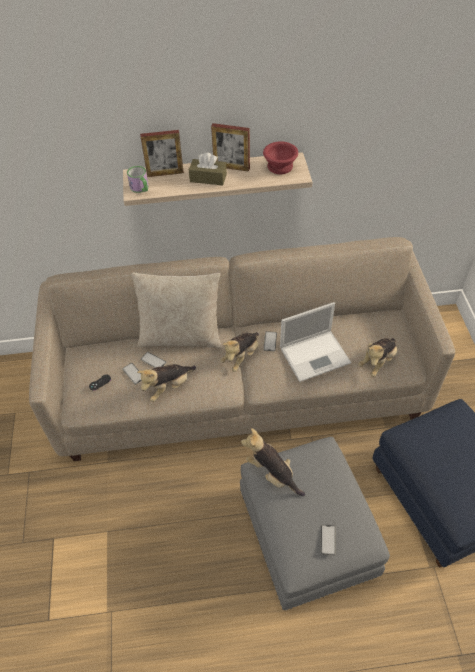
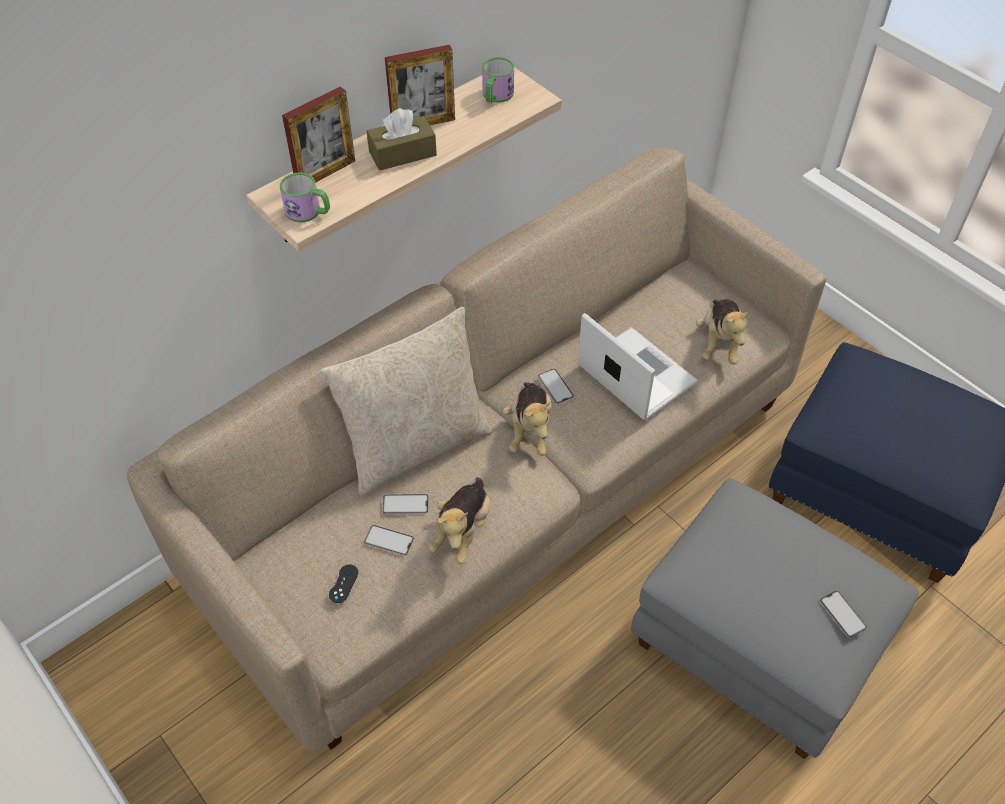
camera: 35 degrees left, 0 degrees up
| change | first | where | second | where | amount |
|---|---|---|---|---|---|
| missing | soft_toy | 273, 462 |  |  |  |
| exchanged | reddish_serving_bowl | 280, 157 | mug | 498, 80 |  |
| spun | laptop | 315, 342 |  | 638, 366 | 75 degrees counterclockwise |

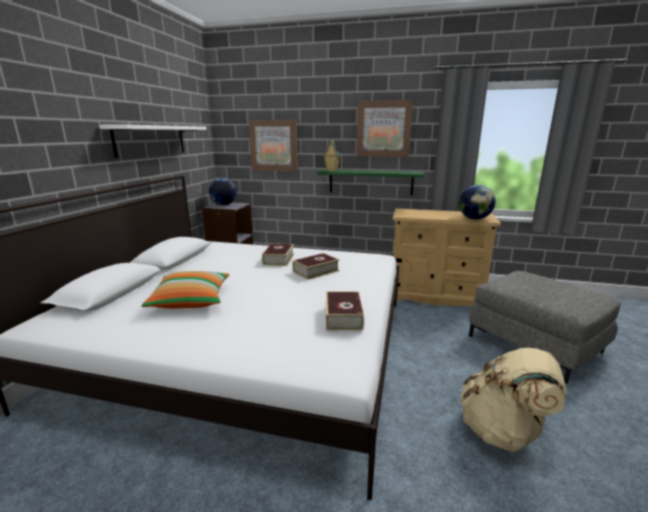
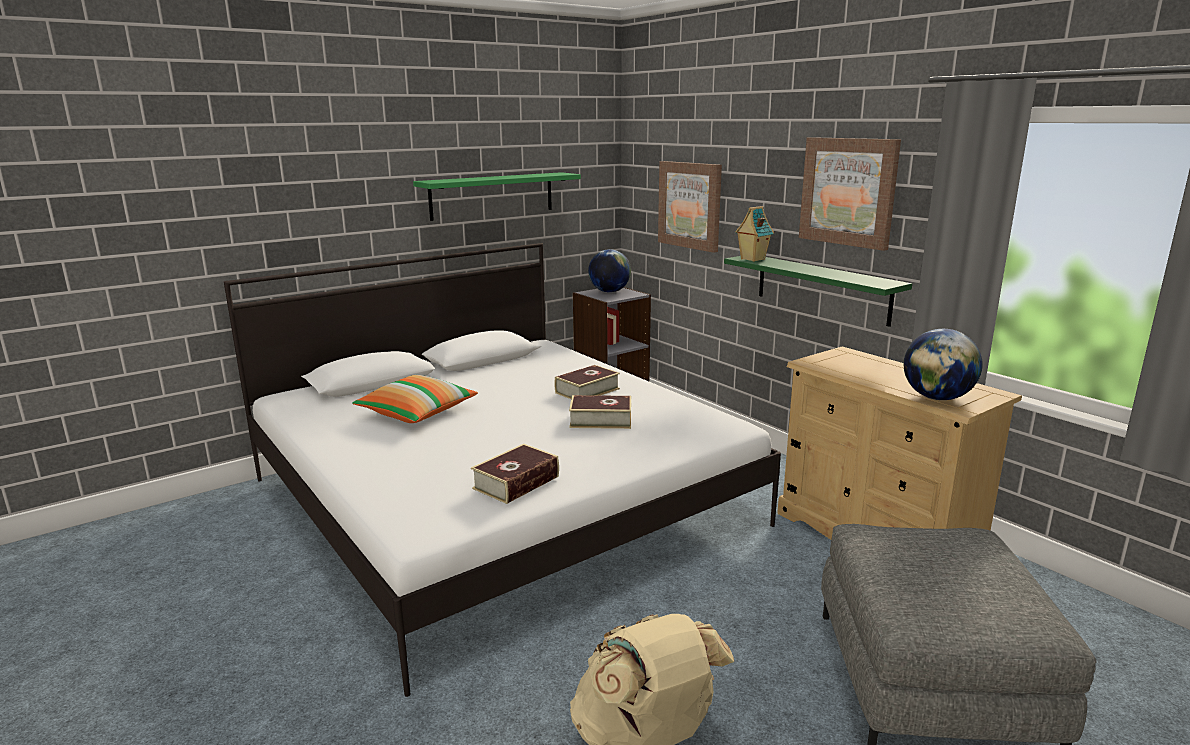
camera: 40 degrees right, 0 degrees up
| change | first | where | second | where | amount |
|---|---|---|---|---|---|
| colour | whitish_wall_shelf | 153, 141 | green-coloured_wall_shelf | 497, 196 |  |

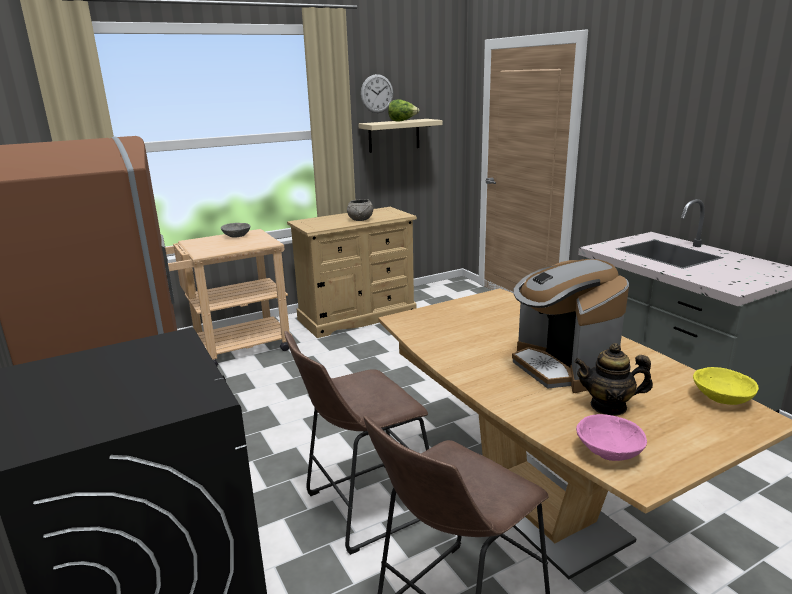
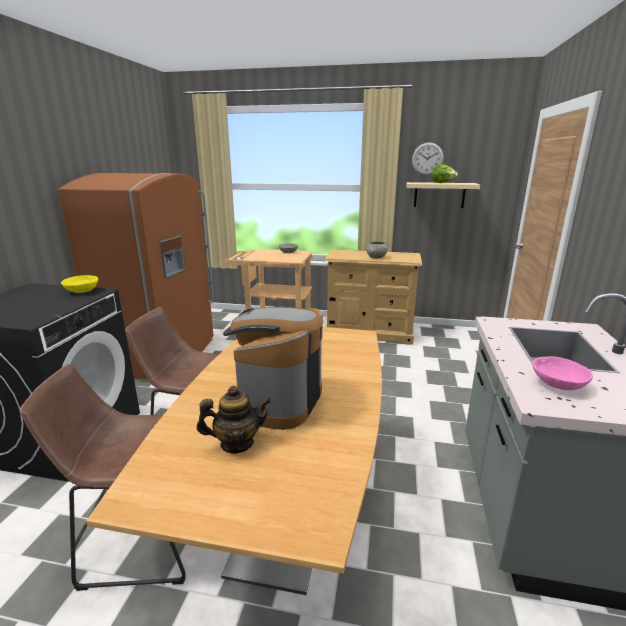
camera: 40 degrees right, 0 degrees up
| change | first | where | second | where | amount |
|---|---|---|---|---|---|
| relocated | pinkish_serving_bowl | 611, 437 |  | 562, 373 |  |
| relocated | yellowish_serving_bowl | 726, 386 |  | 79, 284 |  |
| spun | pot_for_tea | 613, 379 |  | 234, 420 | 120 degrees clockwise |

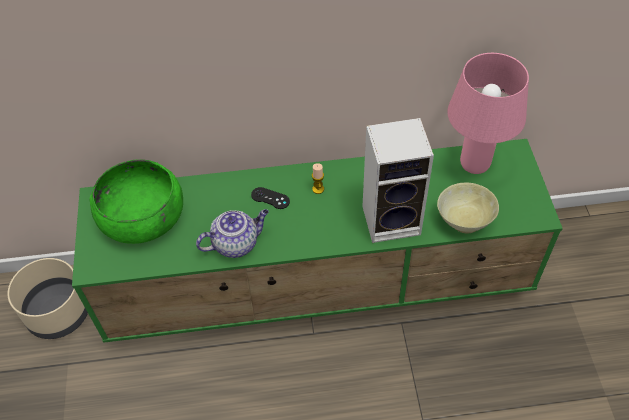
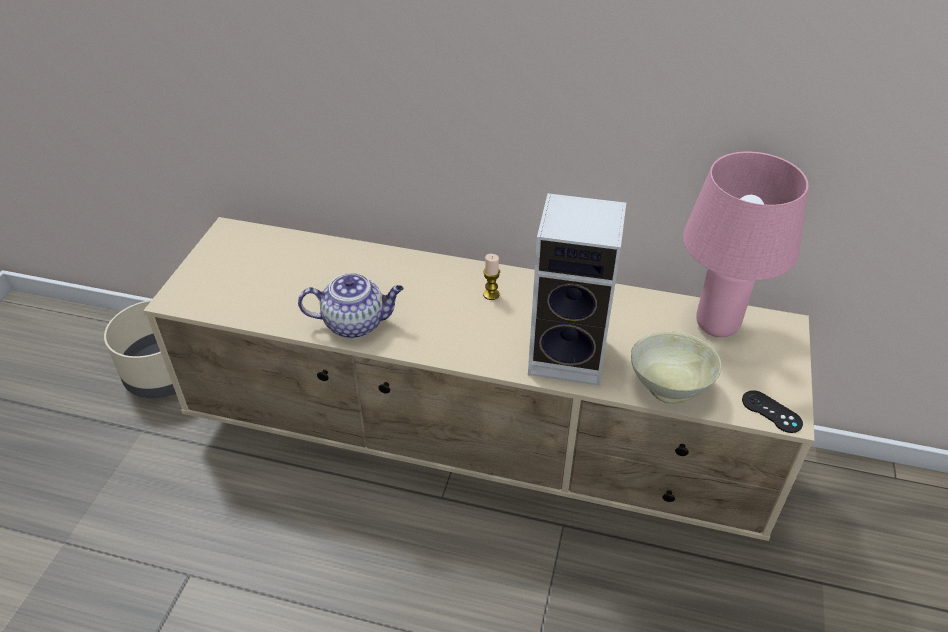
camera: 20 degrees right, 10 degrees down
| change | first | where | second | where | amount |
|---|---|---|---|---|---|
| missing | green-coloured_serving_bowl | 136, 202 |  |  |  |
| relocated | blackish_game_controller | 270, 198 |  | 772, 411 |  |
| colour | green-coloured_tv_unit | 317, 241 | beige_tv_unit | 479, 379 |  |

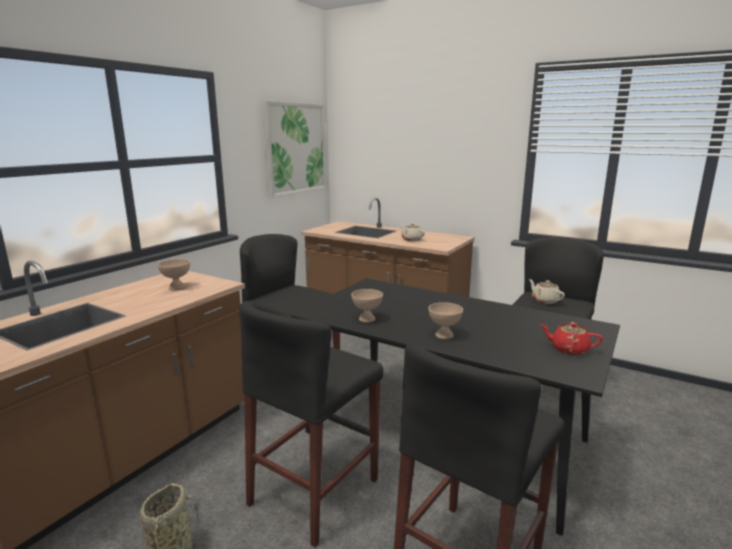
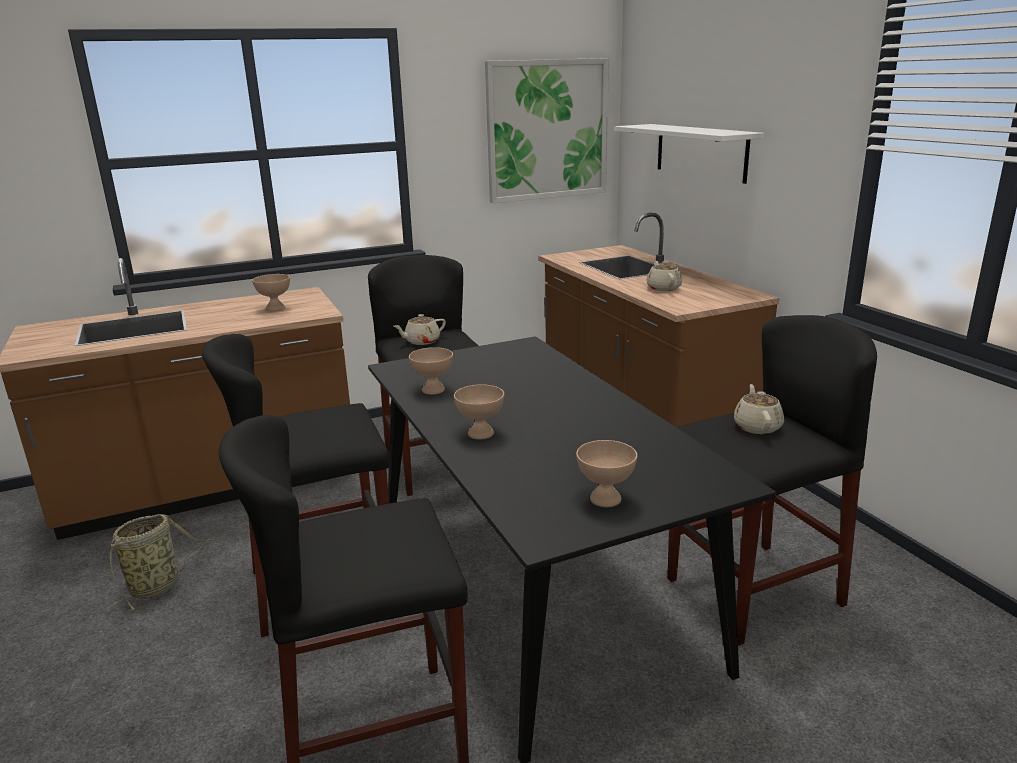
camera: 35 degrees right, 5 degrees up
| change | first | where | second | where | amount |
|---|---|---|---|---|---|
| appeared |  |  | beige_pot_for_tea | 420, 329 |  |
| appeared |  |  | whitish_wall_shelf | 689, 154 |  |
| exchanged | reddish_pot_for_tea | 571, 338 | beige_serving_bowl | 606, 473 |  |

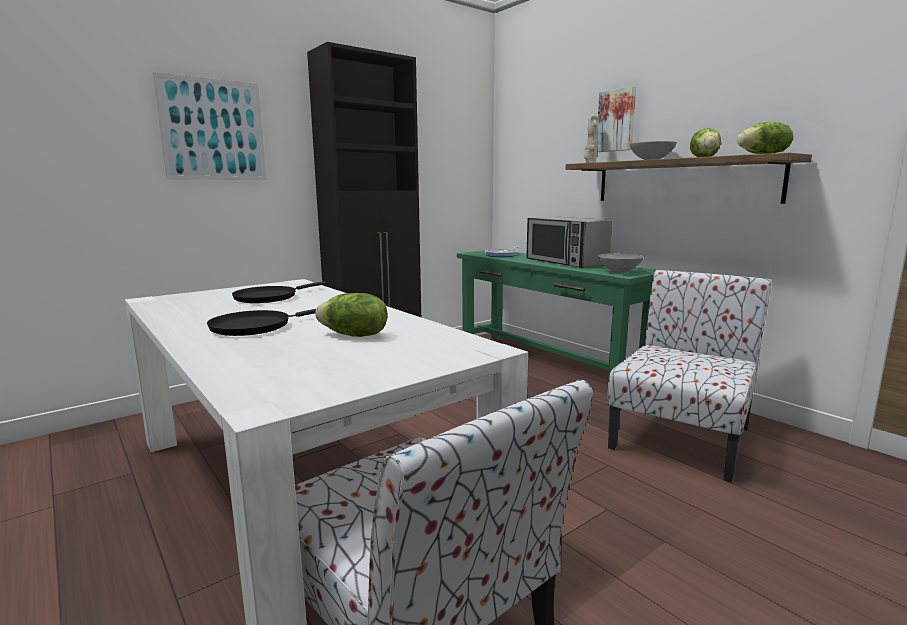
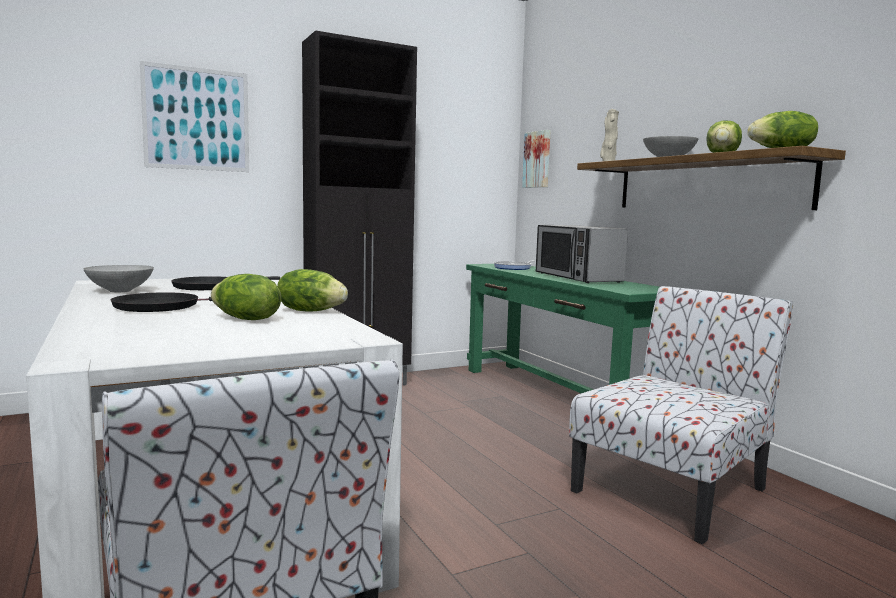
camera: 10 degrees right, 5 degrees down
| change | first | where | second | where | amount |
|---|---|---|---|---|---|
| appeared |  |  | head_of_lettuce | 312, 290 |  |
| relocated | wall_picture | 616, 119 |  | 536, 159 |  |
| relocated | greyish_serving_bowl | 620, 263 |  | 119, 278 |  |

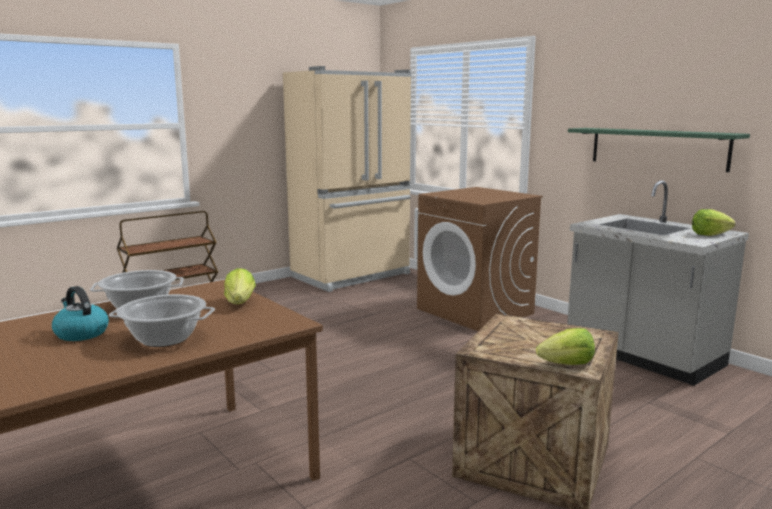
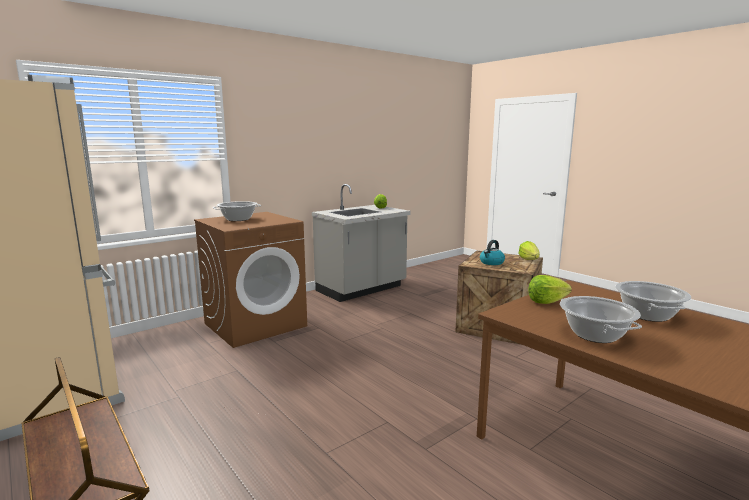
camera: 90 degrees left, 0 degrees up
| change | first | where | second | where | amount |
|---|---|---|---|---|---|
| missing | green-coloured_wall_shelf | 659, 150 |  |  |  |
| appeared |  |  | cooking_pot | 237, 211 |  |
| relocated | tea_kettle | 80, 313 |  | 492, 252 |  |

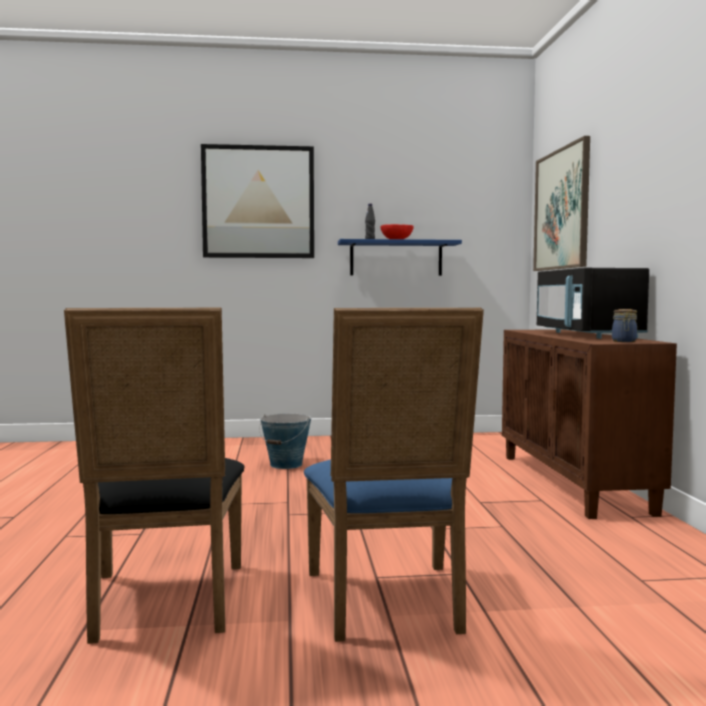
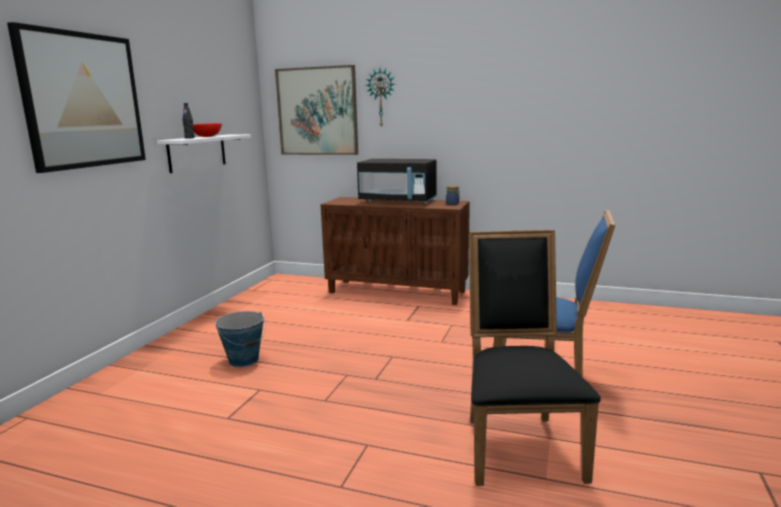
camera: 65 degrees left, 10 degrees up
| change | first | where | second | where | amount |
|---|---|---|---|---|---|
| appeared |  |  | hanging_clock | 380, 98 |  |
| colour | bluish_wall_shelf | 400, 257 | whitish_wall_shelf | 204, 153 |  |
| spun | blackish_plain_chair | 154, 476 |  | 535, 358 | 105 degrees counterclockwise |

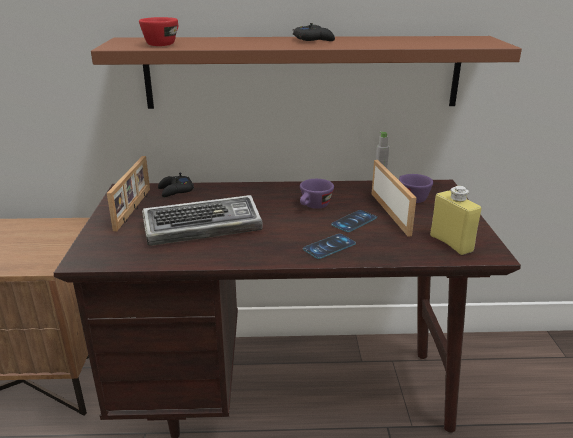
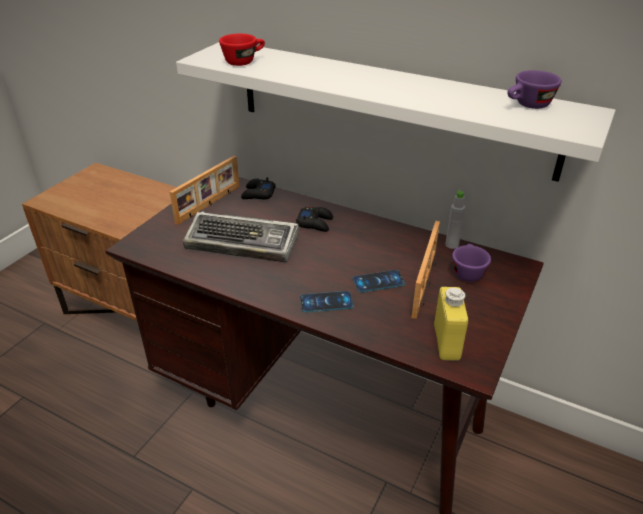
camera: 30 degrees right, 10 degrees up
| change | first | where | second | where | amount |
|---|---|---|---|---|---|
| relocated | blackish_game_controller | 314, 32 |  | 314, 219 |  |
| relocated | purple-coloured_small_cup | 317, 194 |  | 534, 89 |  |
| colour | brown-coloured_wall_shelf | 306, 72 | whitish_wall_shelf | 396, 112 |  |

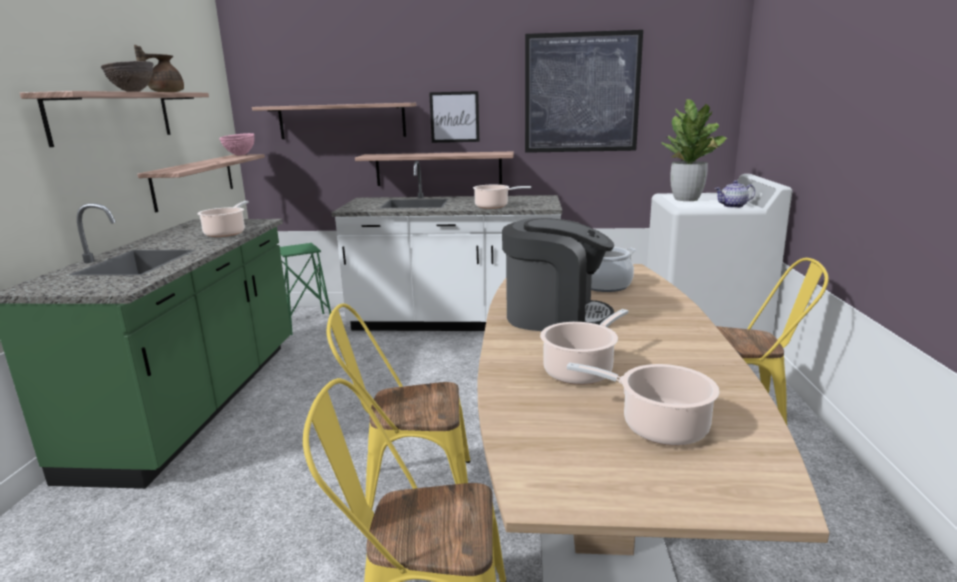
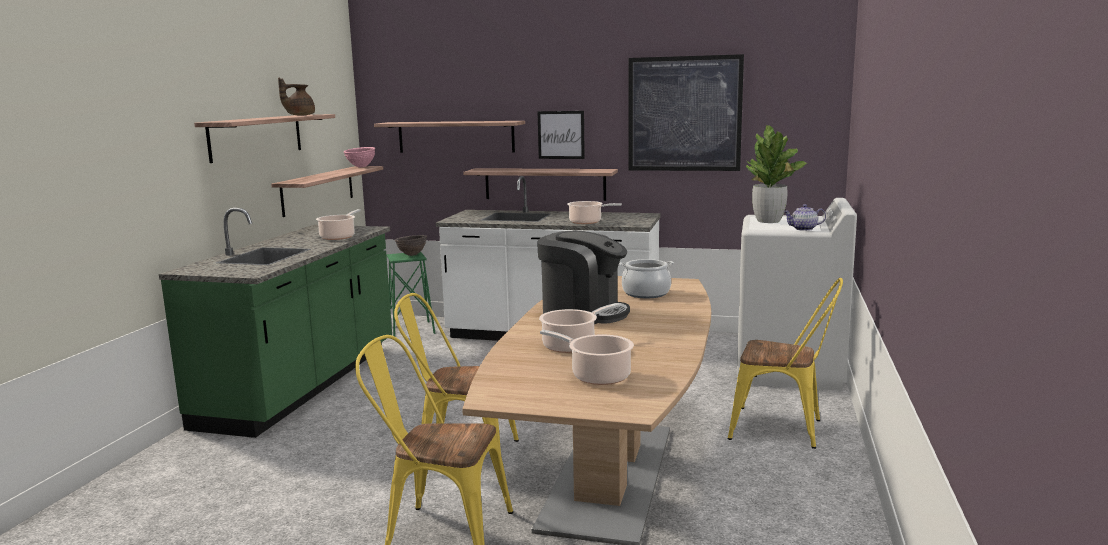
camera: 10 degrees right, 5 degrees down
| change | first | where | second | where | amount |
|---|---|---|---|---|---|
| relocated | brown-coloured_serving_bowl | 127, 76 |  | 411, 245 |  |

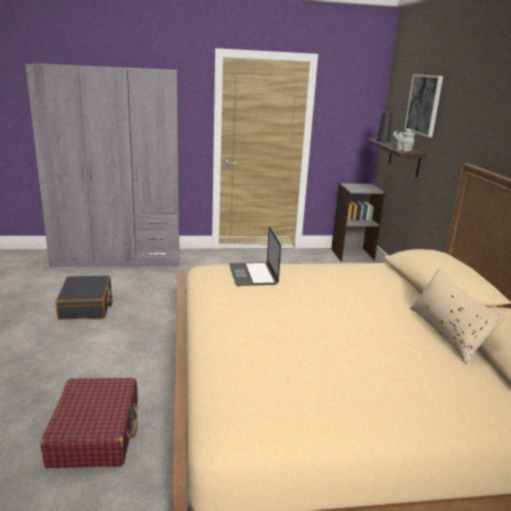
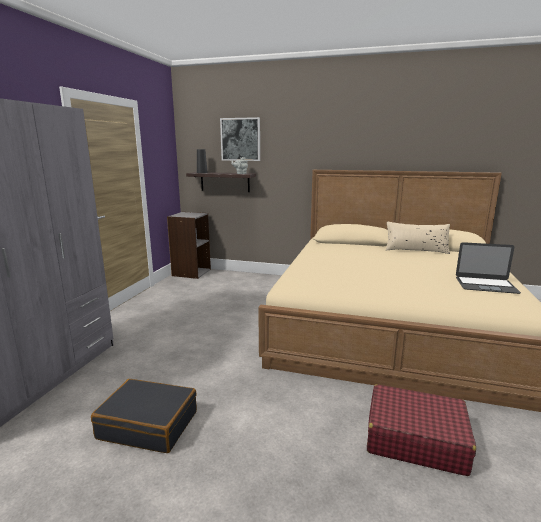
camera: 65 degrees left, 5 degrees down
| change | first | where | second | where | amount |
|---|---|---|---|---|---|
| relocated | laptop | 255, 256 |  | 488, 268 |  |

